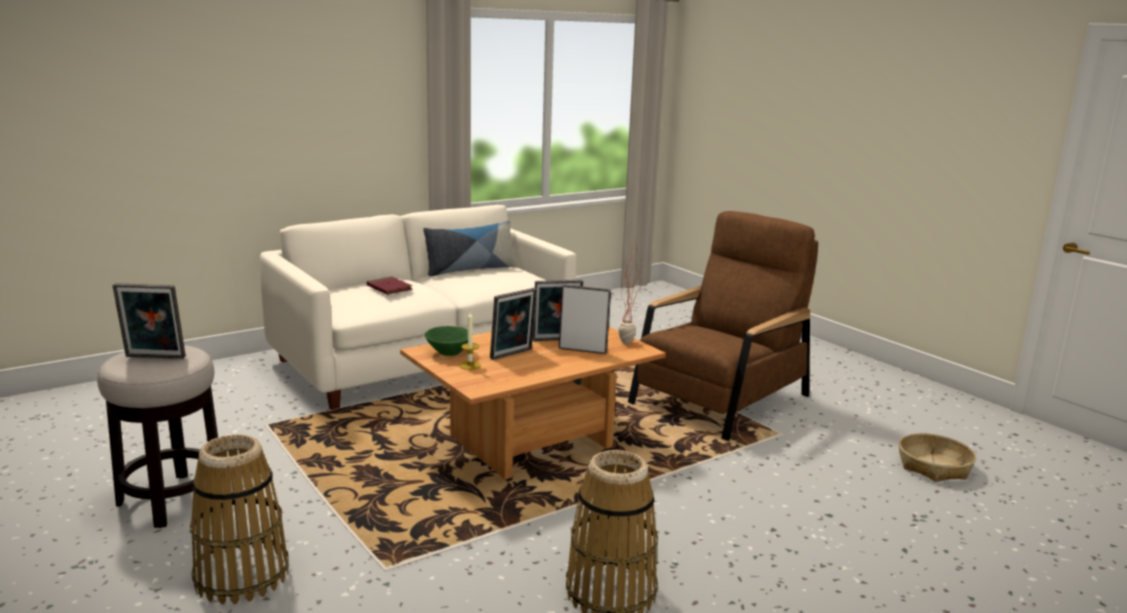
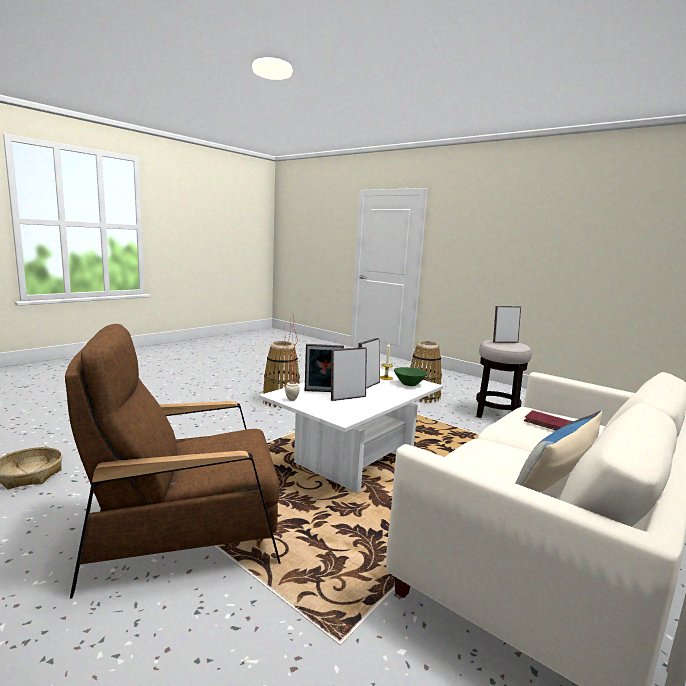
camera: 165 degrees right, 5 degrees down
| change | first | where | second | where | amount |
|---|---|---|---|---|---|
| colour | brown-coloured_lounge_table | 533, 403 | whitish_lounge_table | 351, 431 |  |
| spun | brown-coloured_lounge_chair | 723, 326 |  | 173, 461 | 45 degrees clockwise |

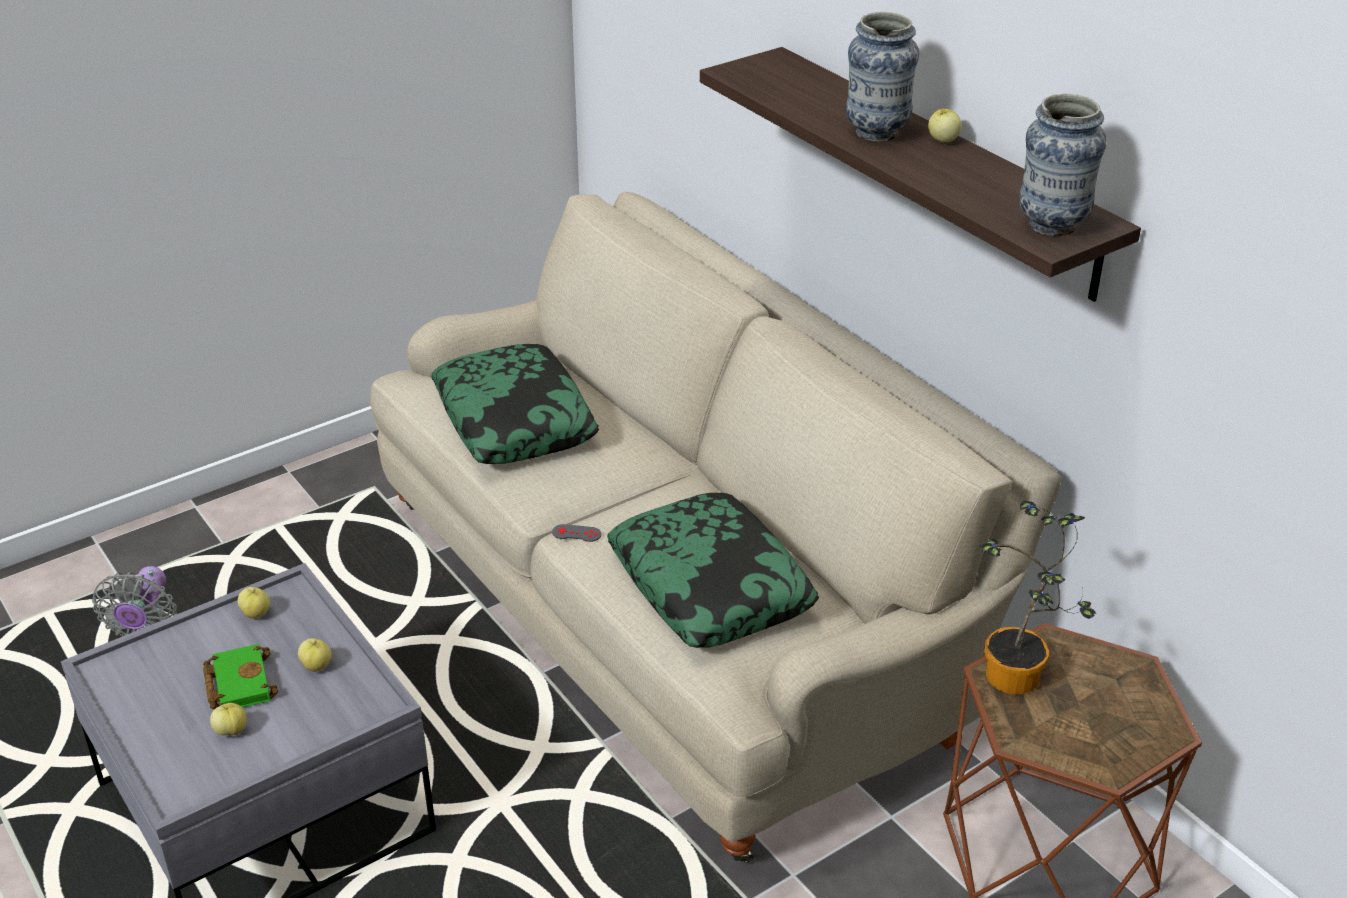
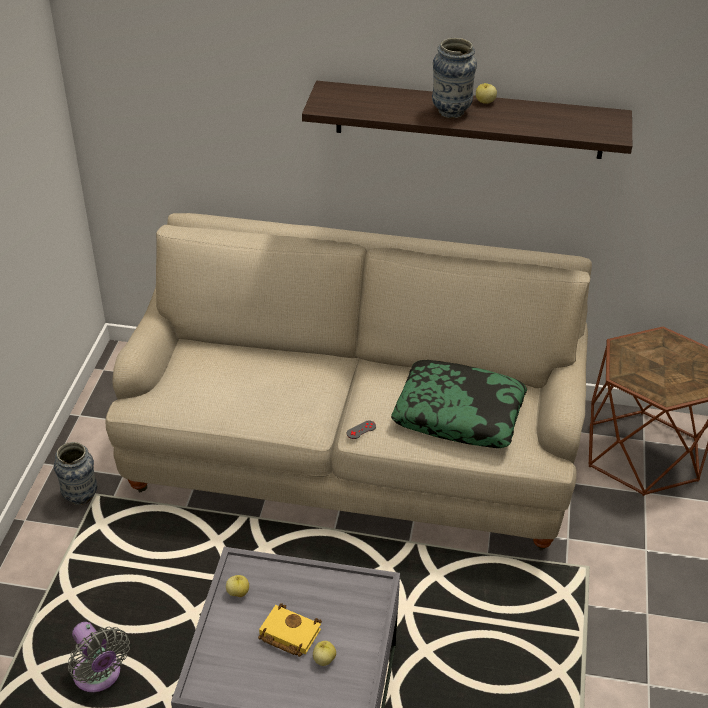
camera: 45 degrees left, 5 degrees up
| change | first | where | second | where | amount |
|---|---|---|---|---|---|
| missing | apple | 315, 655 |  |  |  |
| missing | cushion | 515, 404 |  |  |  |
| missing | plant_in_a_pot | 1038, 597 |  |  |  |
| relocated | flower_vase | 1063, 165 |  | 75, 473 |  |
| colour | green-coloured_volume | 240, 677 | yellowish_volume | 290, 630 |  |

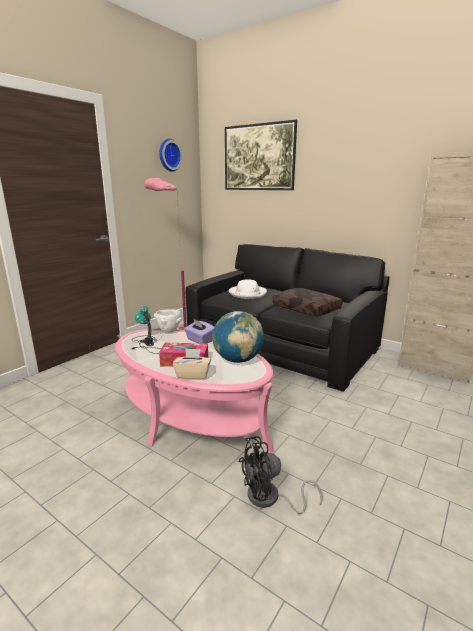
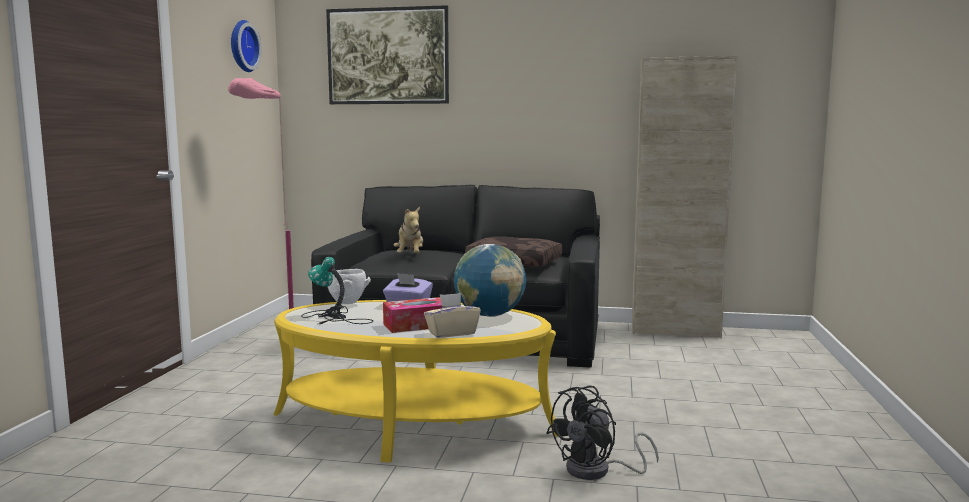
camera: 25 degrees left, 10 degrees down
| change | first | where | second | where | amount |
|---|---|---|---|---|---|
| exchanged | whitish_hat | 248, 289 | soft_toy | 408, 230 |  |
| colour | pinkish_lounge_table | 194, 391 | yellowish_lounge_table | 416, 381 |  |

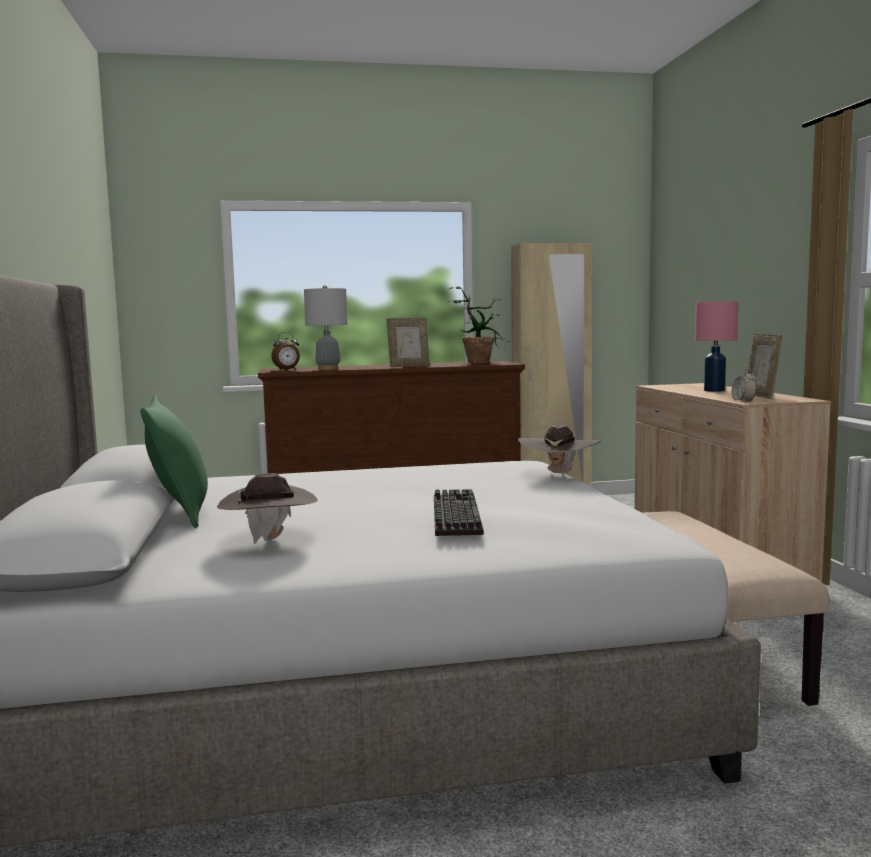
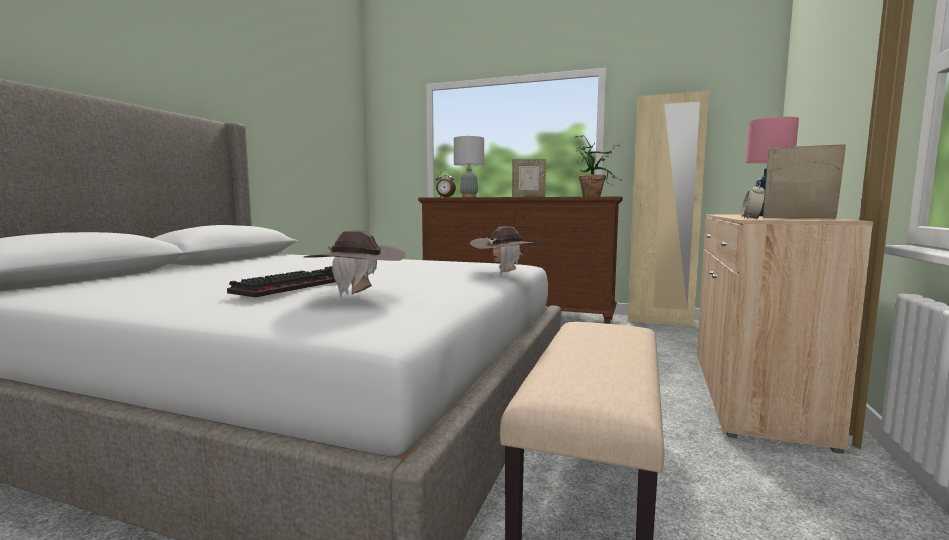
camera: 30 degrees right, 0 degrees up
| change | first | where | second | where | amount |
|---|---|---|---|---|---|
| missing | green-coloured_cushion | 174, 462 |  |  |  |
| relocated | brown-coloured_hat | 267, 508 |  | 354, 263 |  |
| spun | standing_frame | 764, 366 |  | 804, 181 | 90 degrees clockwise |

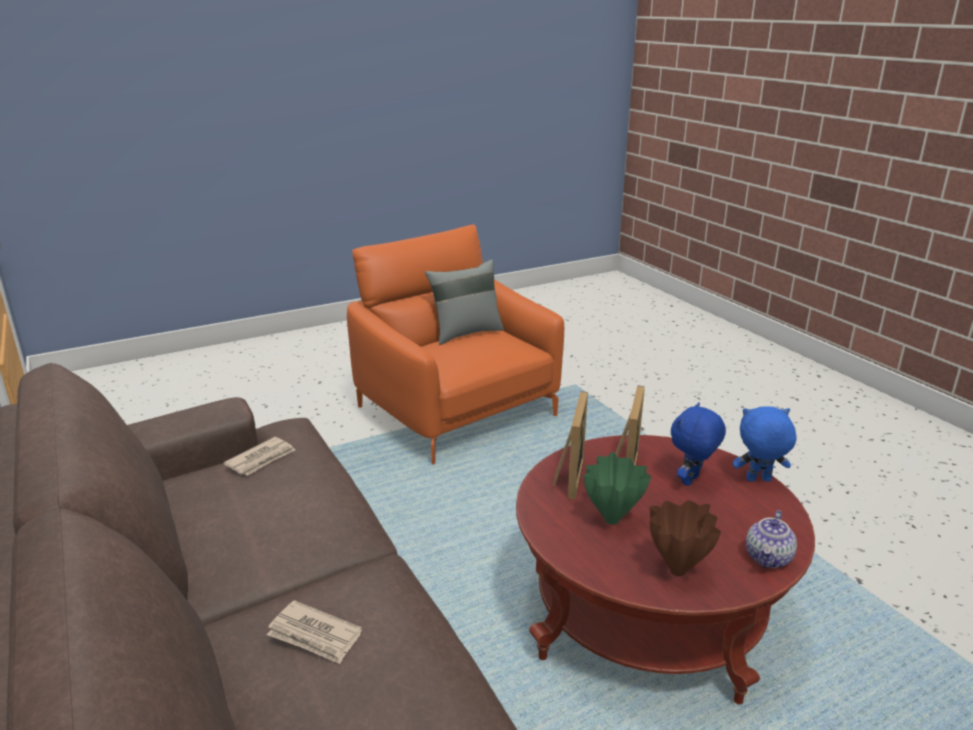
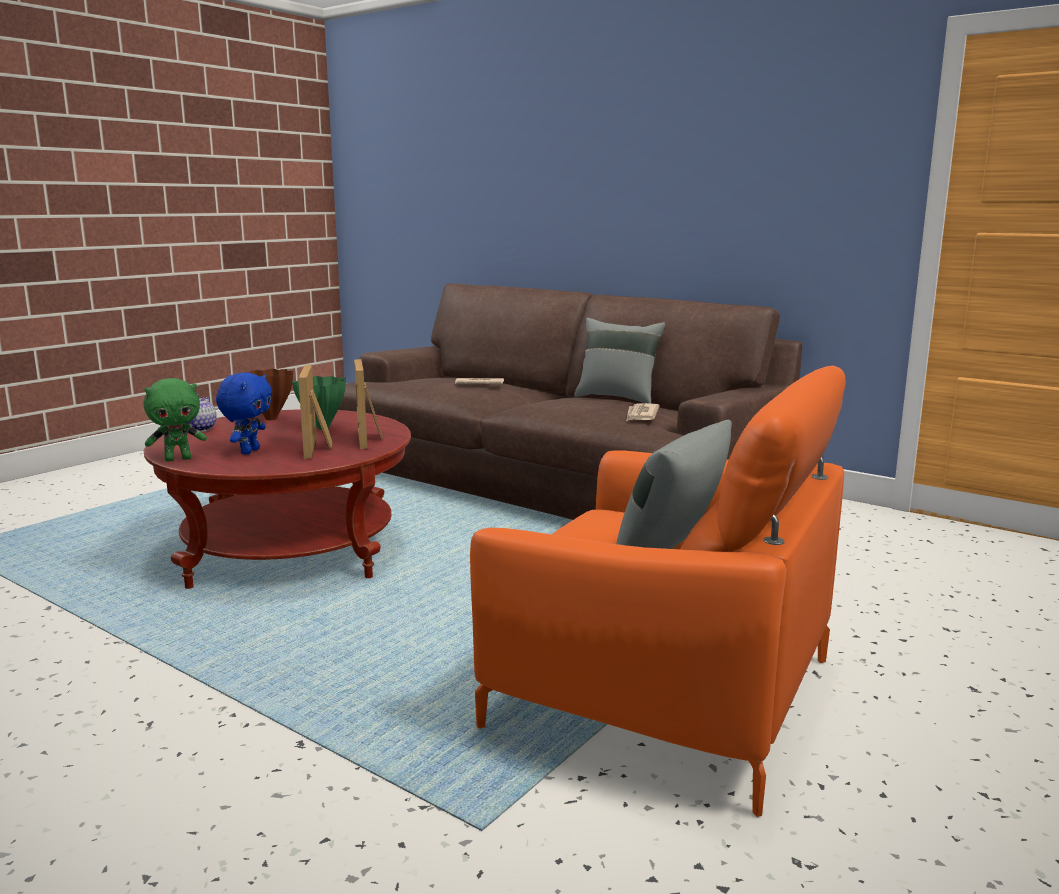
camera: 155 degrees right, 10 degrees down
| change | first | where | second | where | amount |
|---|---|---|---|---|---|
| appeared |  |  | greyish_cushion | 619, 361 |  |
| colour | bluish_soft_toy | 764, 443 | green-coloured_soft_toy | 175, 420 |  |

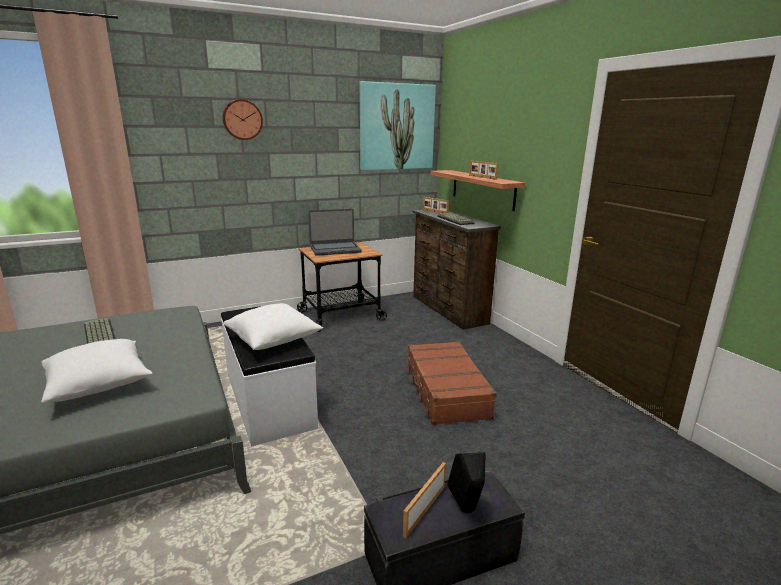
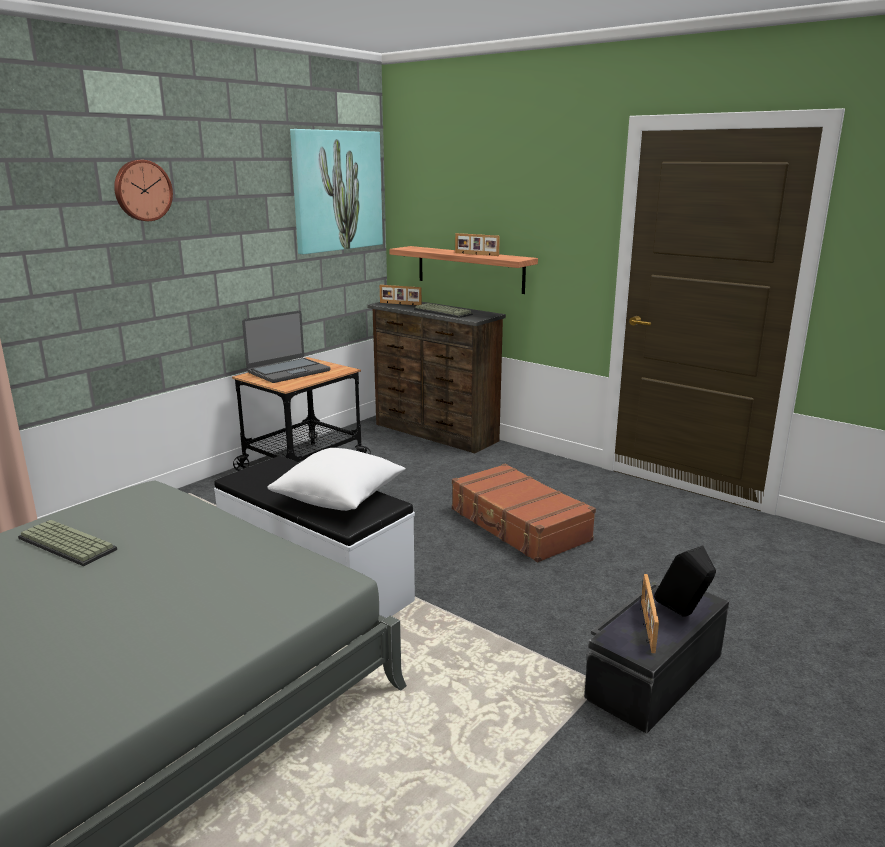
camera: 25 degrees left, 0 degrees up
| change | first | where | second | where | amount |
|---|---|---|---|---|---|
| missing | whitish_cushion | 96, 371 |  |  |  |

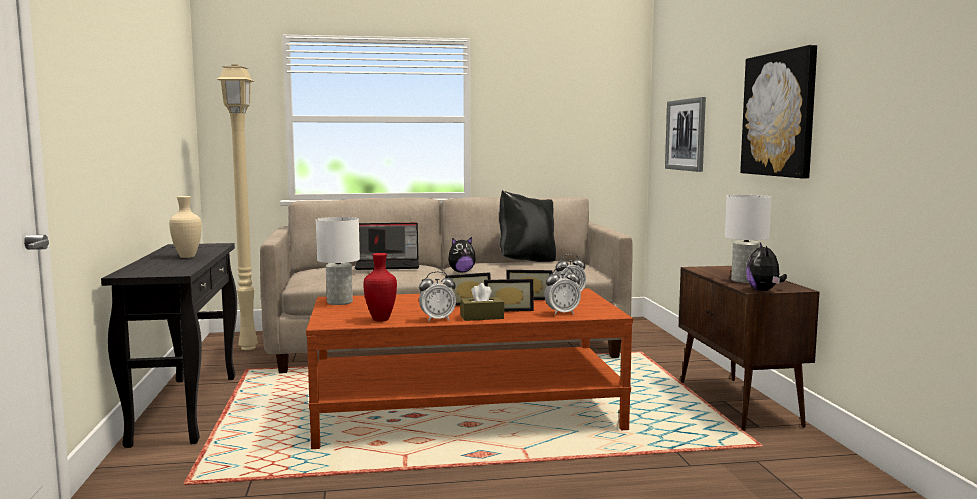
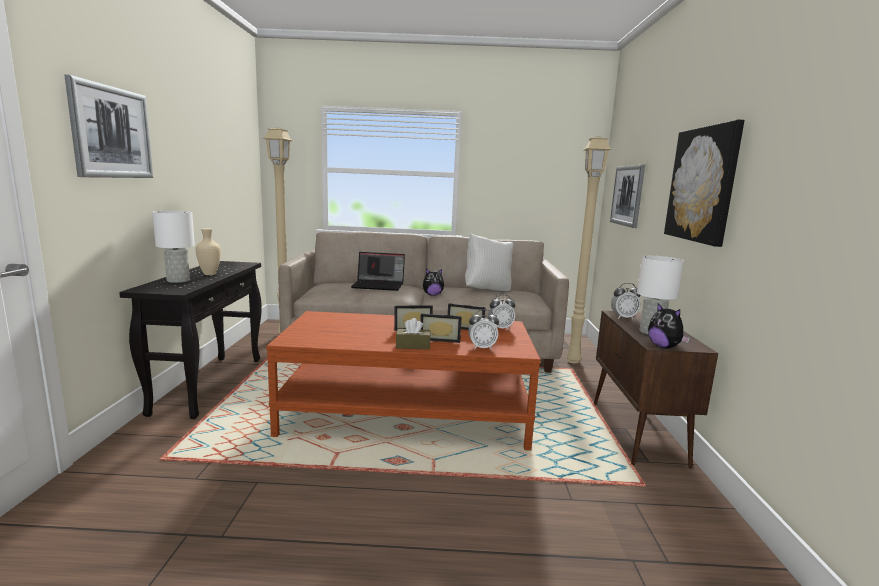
camera: 10 degrees right, 5 degrees up
| change | first | where | second | where | amount |
|---|---|---|---|---|---|
| missing | reddish_flower_vase | 380, 287 |  |  |  |
| appeared |  |  | wall_picture | 109, 126 |  |
| appeared |  |  | beige_standing_lamp | 588, 250 |  |
| relocated | whitish_lamp_for_a_table | 338, 261 |  | 173, 247 |  |
| relocated | alarm_clock | 437, 296 |  | 626, 301 |  |
| colour | blackish_cushion | 527, 226 | whitish_cushion | 489, 262 |  |
| spun | soft_toy | 766, 267 |  | 669, 326 | 45 degrees counterclockwise |

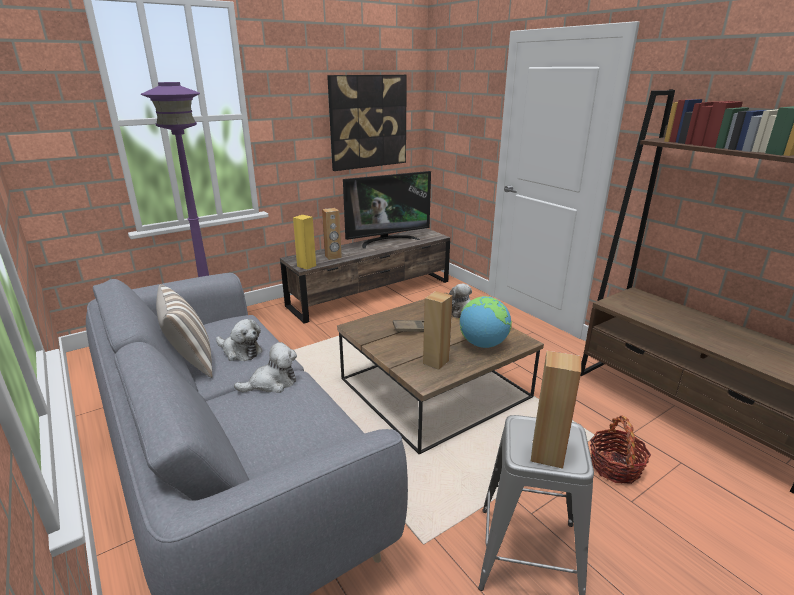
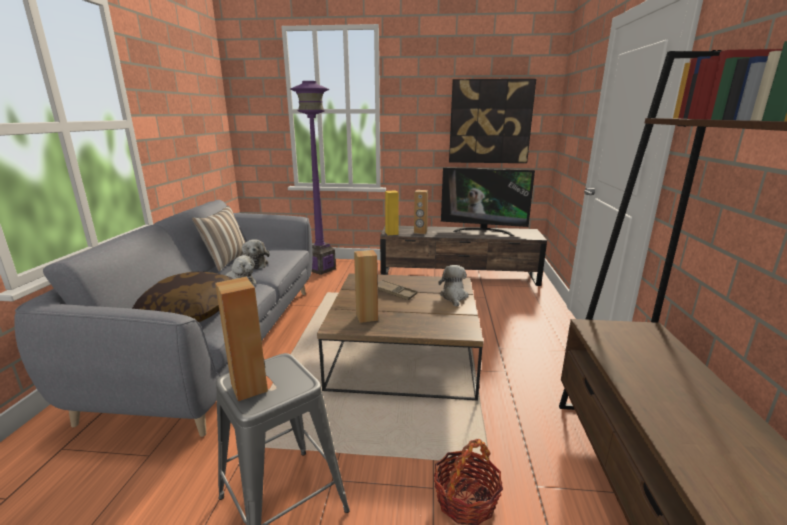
camera: 40 degrees right, 5 degrees down
| change | first | where | second | where | amount |
|---|---|---|---|---|---|
| missing | desk_globe | 486, 322 |  |  |  |
| appeared |  |  | cushion | 182, 296 |  |

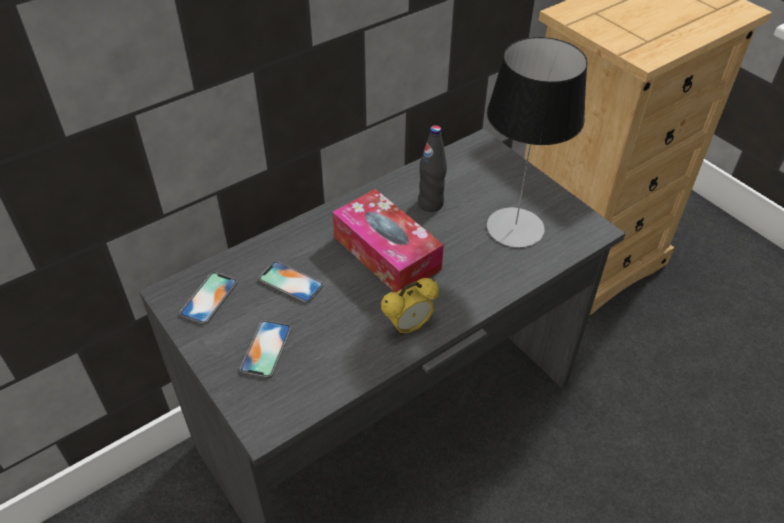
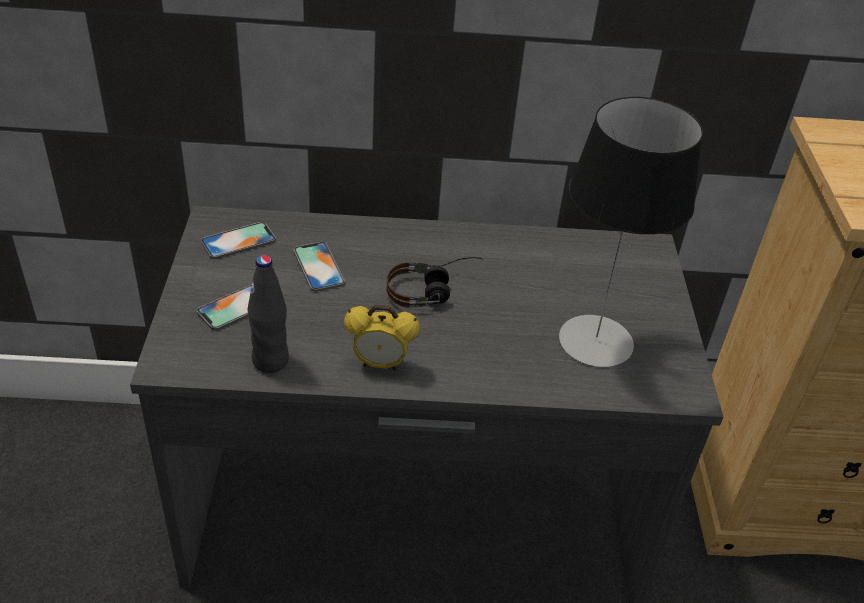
camera: 35 degrees right, 5 degrees down
| change | first | where | second | where | amount |
|---|---|---|---|---|---|
| relocated | blackish_bottle | 432, 168 |  | 268, 314 |  |
| exchanged | box_of_tissues | 388, 240 | pair_of_headphones | 434, 282 |  |

